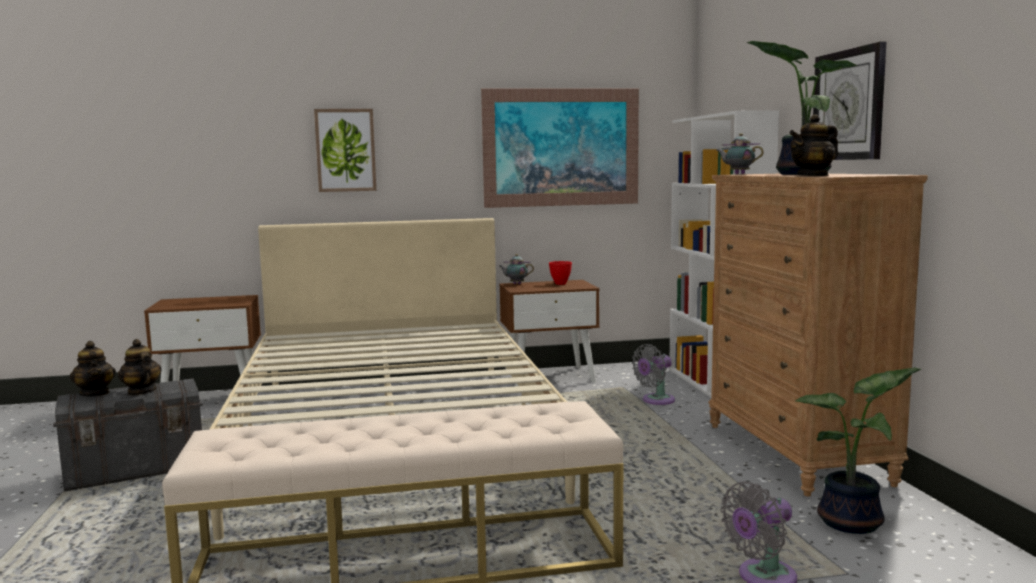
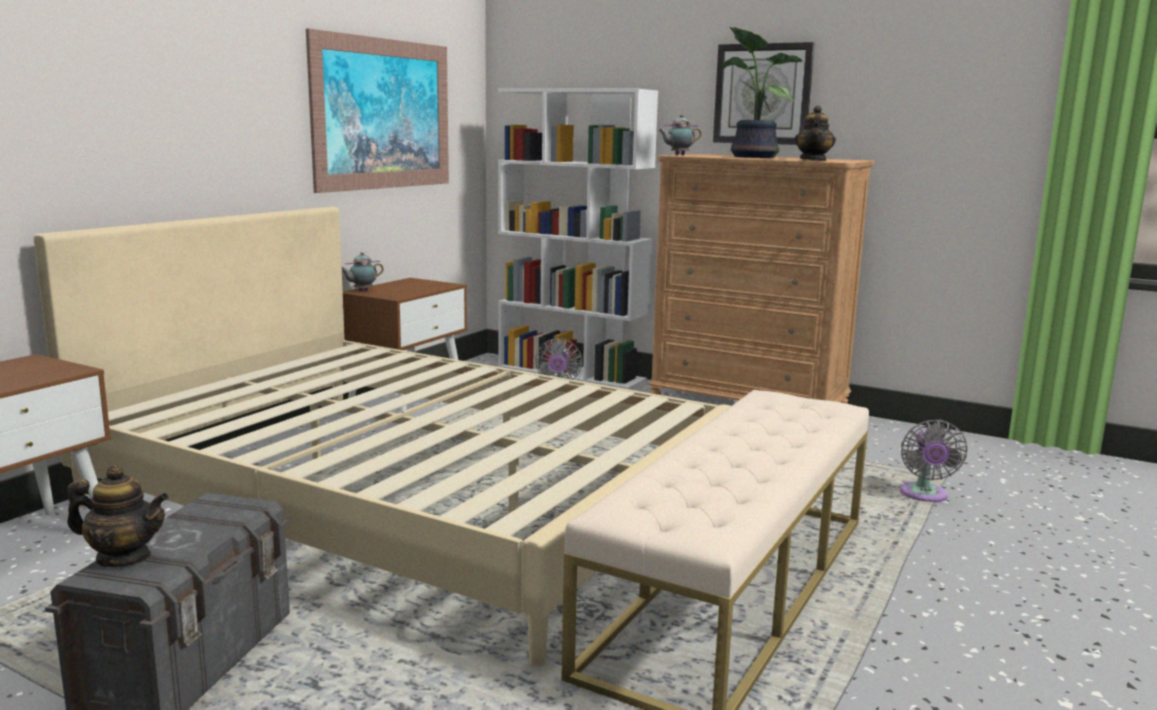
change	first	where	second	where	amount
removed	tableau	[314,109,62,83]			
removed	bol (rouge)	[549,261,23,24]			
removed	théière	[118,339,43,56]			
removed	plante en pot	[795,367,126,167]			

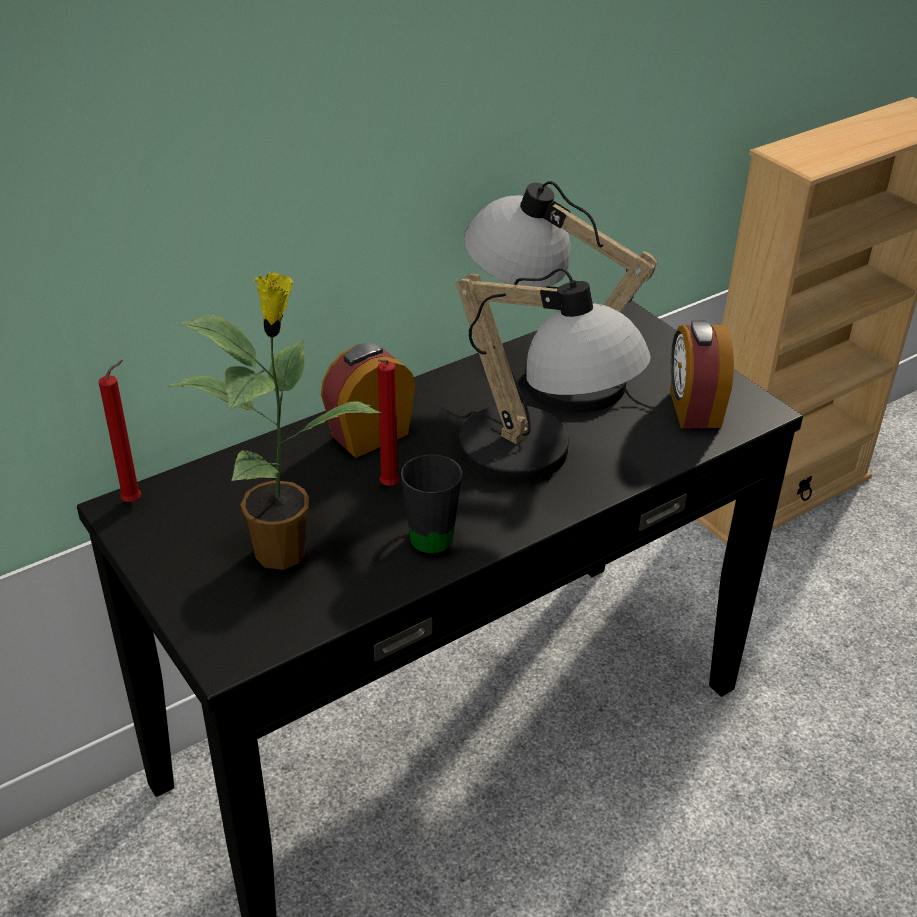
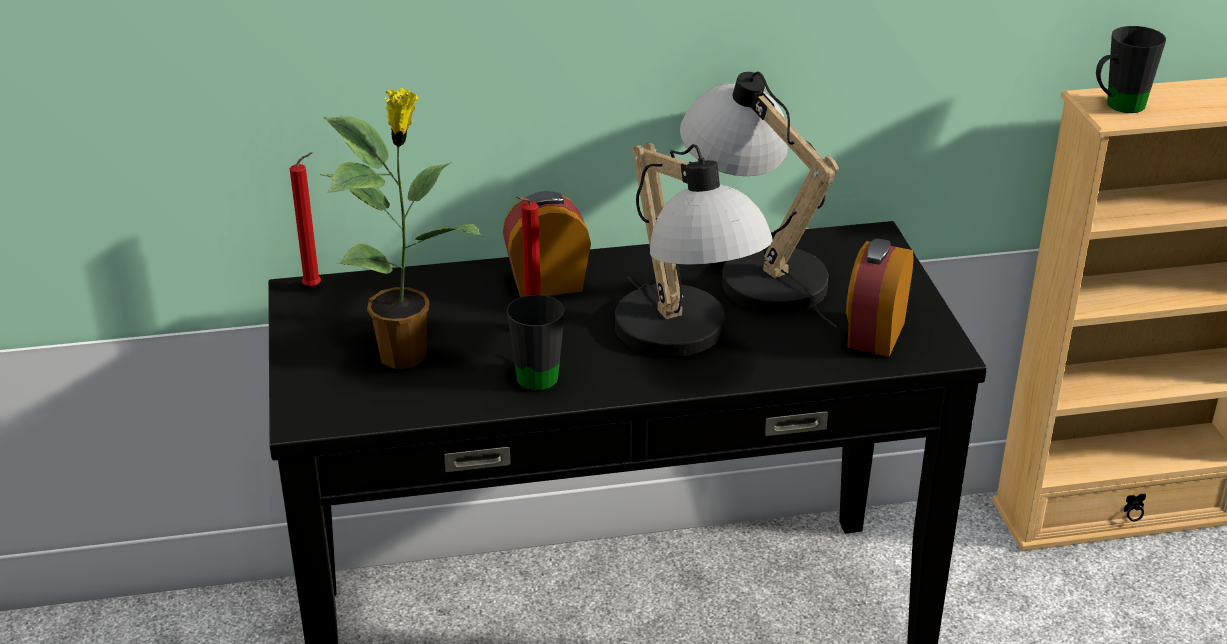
change	first	where	second	where	amount
added			mug (noir)	[1096,26,70,87]	

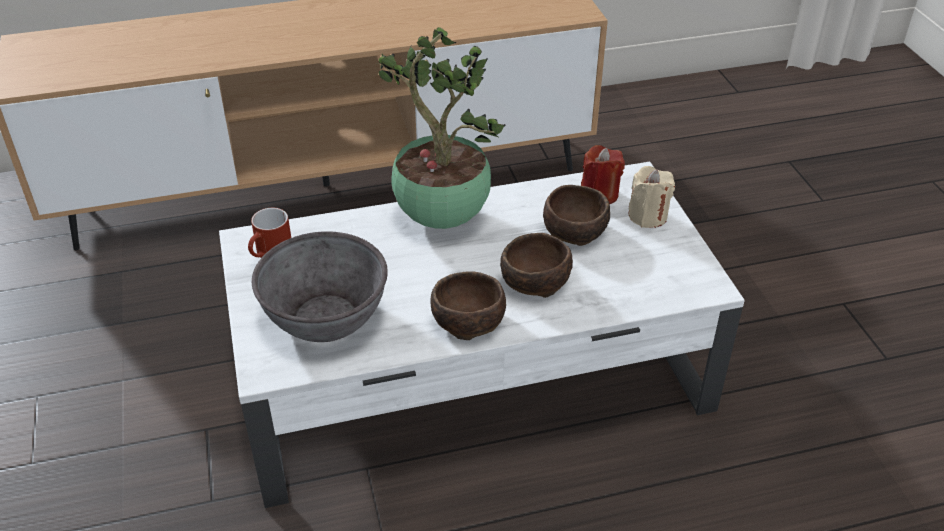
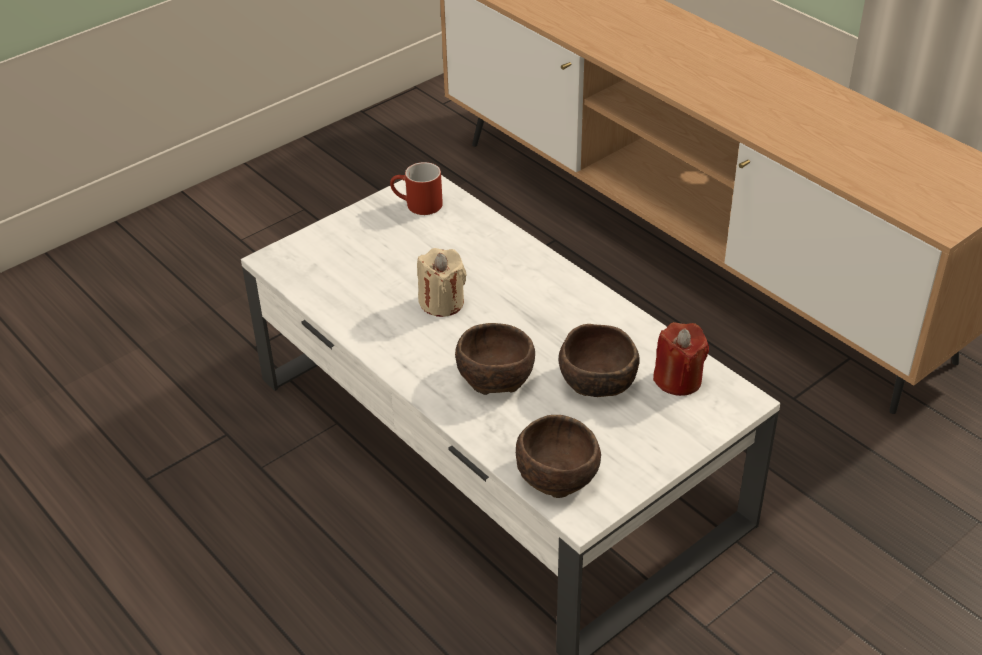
change	first	where	second	where	amount
removed	plante en pot	[377,27,128,202]			
moved	bougie (beige)	[628,166,47,62]		[417,248,50,69]	
removed	bol (gris)	[252,231,136,111]			
moved	bol (marron)	[431,271,75,69]		[516,415,85,83]	

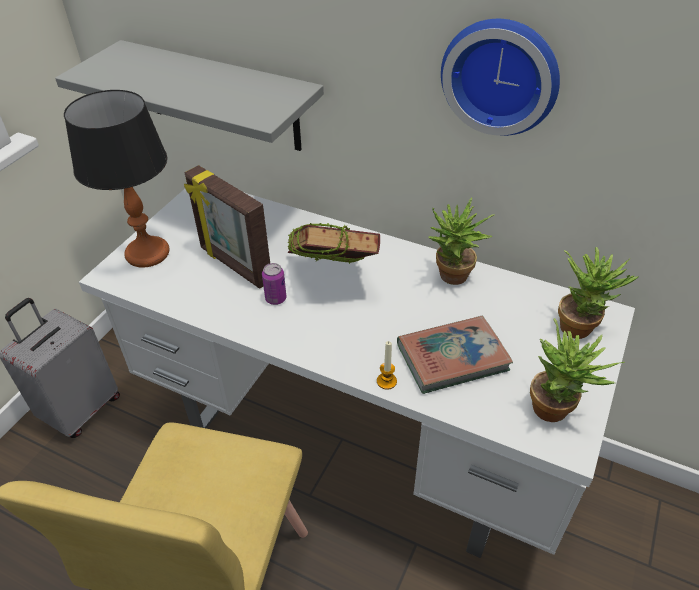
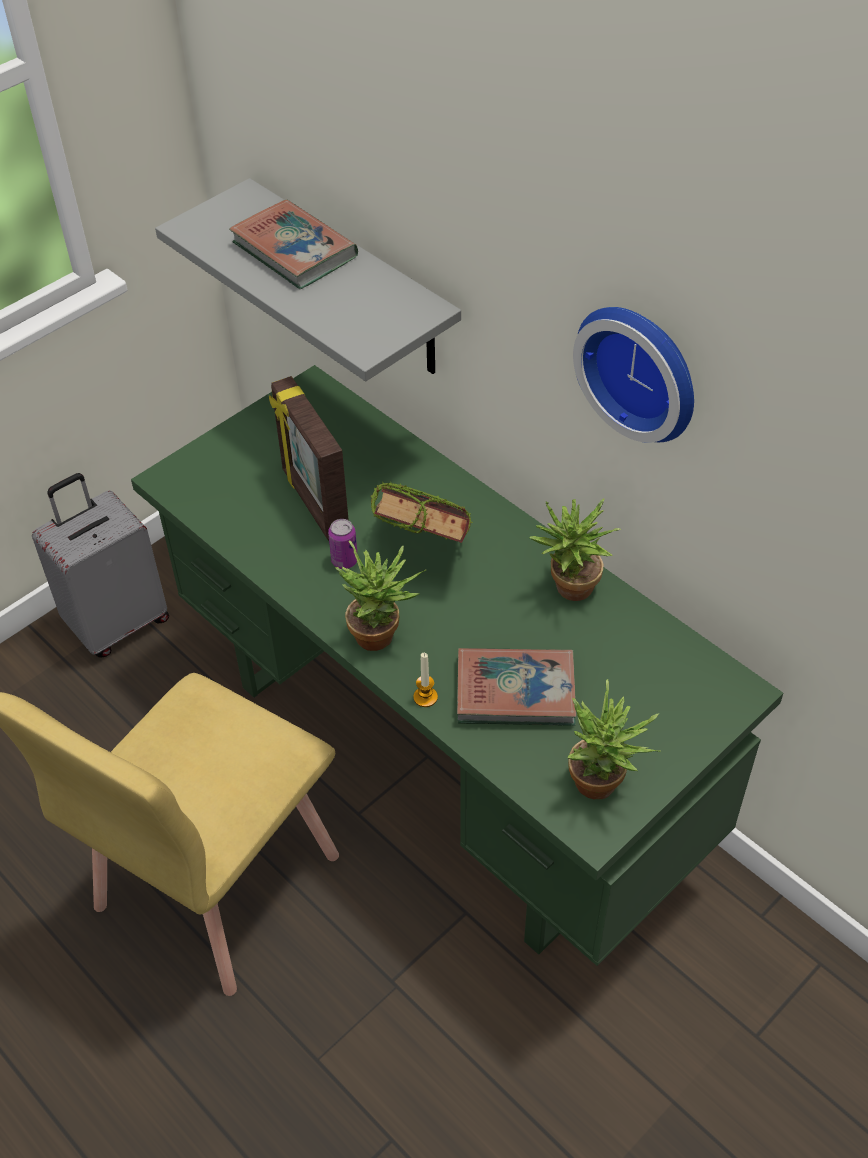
change	first	where	second	where	amount
removed	lampe de table	[64,90,106,178]			
recoloured	bureau (blanc)	[79,189,556,369]	bureau (vert)	[131,365,652,601]	
moved	plante en pot	[558,247,80,92]		[335,540,91,111]	
added			livre	[229,200,129,89]	

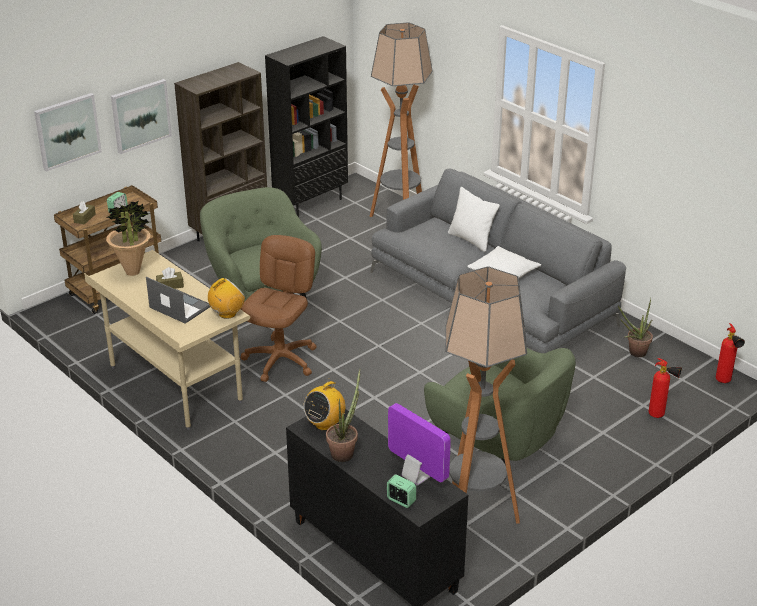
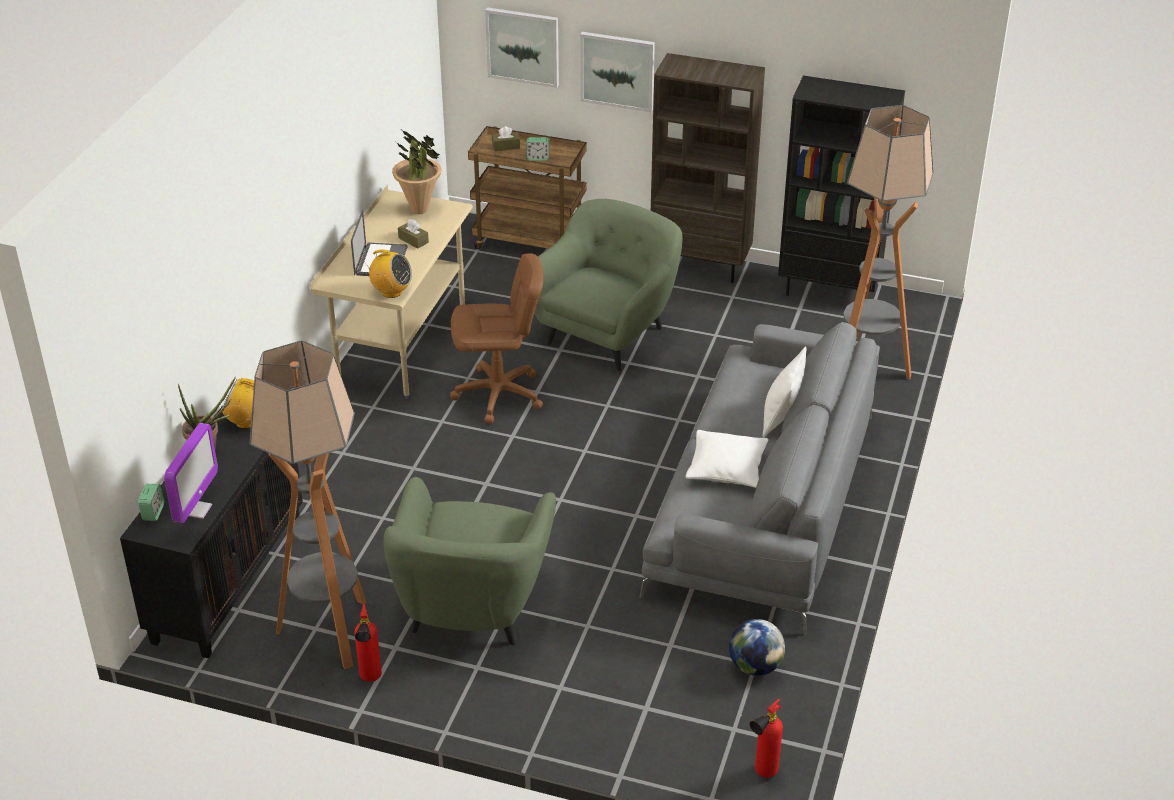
change	first	where	second	where	amount
replaced	plante en pot	[618,298,35,59]	globe	[729,619,56,57]	
moved	extincteur	[648,358,34,60]		[355,603,27,79]	

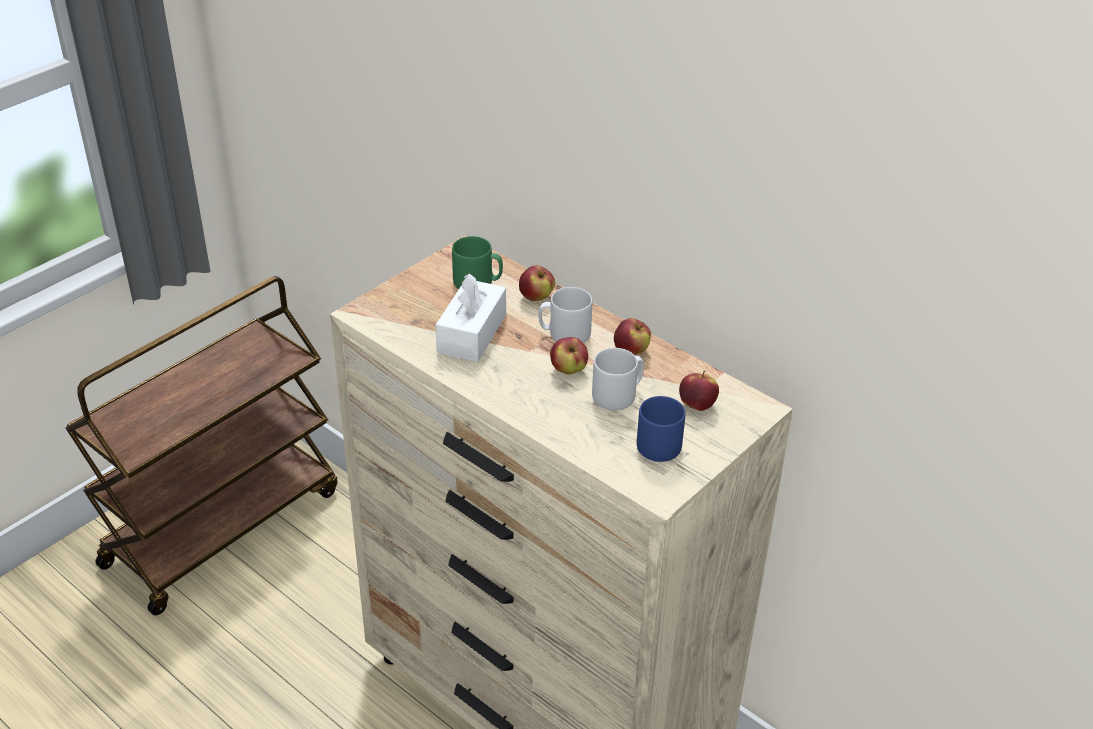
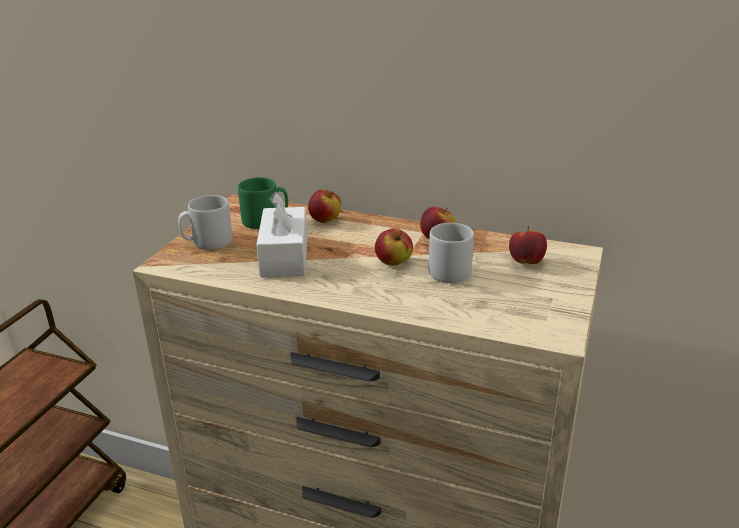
change	first	where	second	where	amount
moved	mug (gris)	[539,287,53,56]		[178,195,55,55]	
removed	mug (bleu)	[637,396,48,66]			

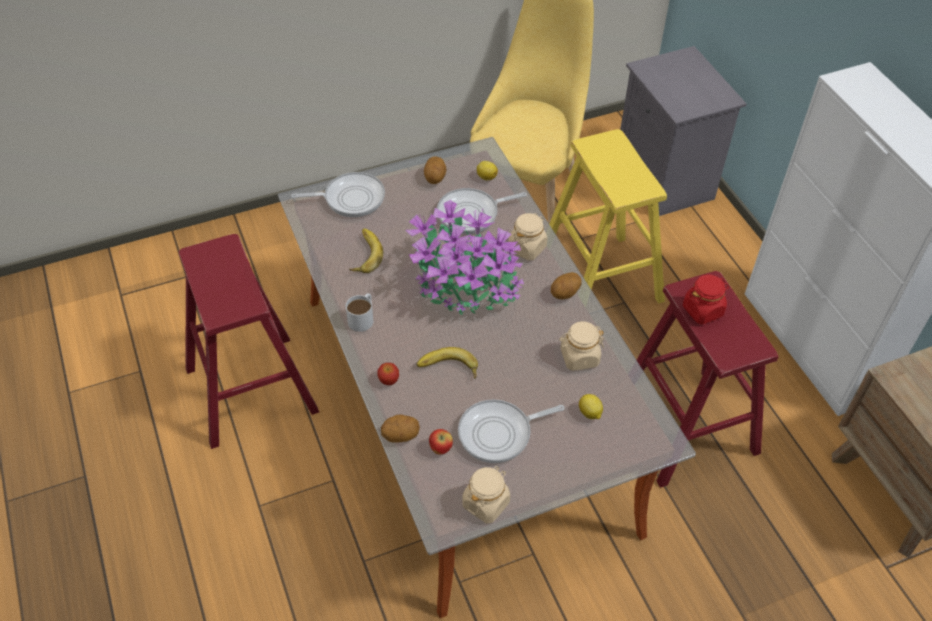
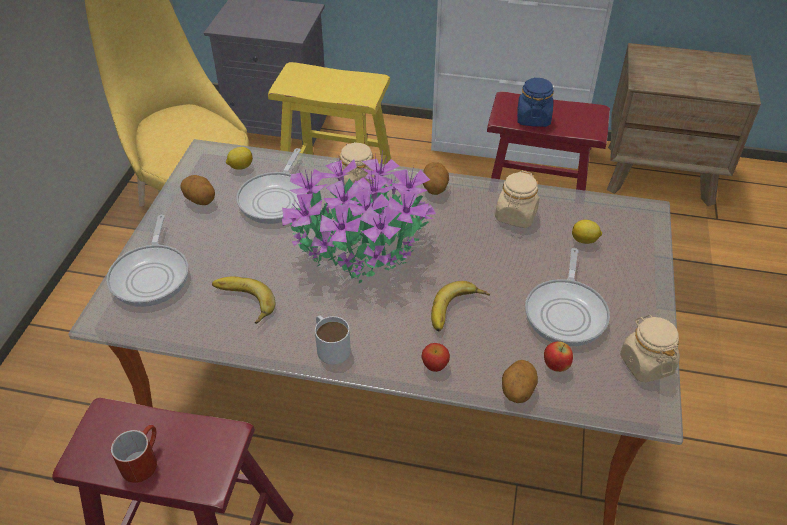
change	first	where	second	where	amount
turned	poêle	[291,172,94,45]		[106,215,83,92]	150 degrees clockwise
recoloured	bocal (rouge)	[683,275,46,50]	bocal (bleu)	[517,77,37,50]	
added			mug (rouge)	[111,425,46,58]	

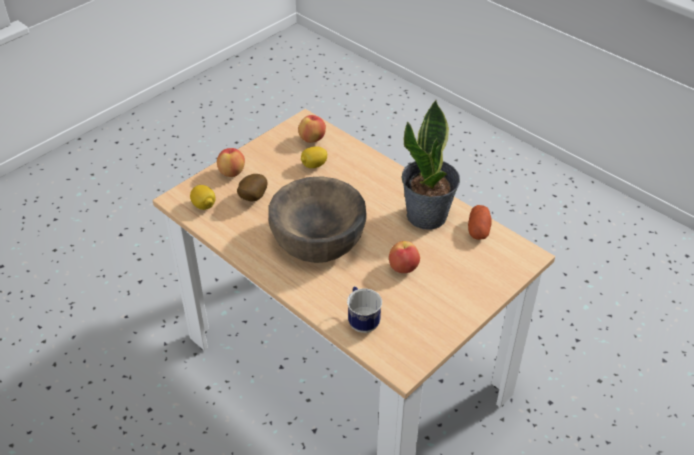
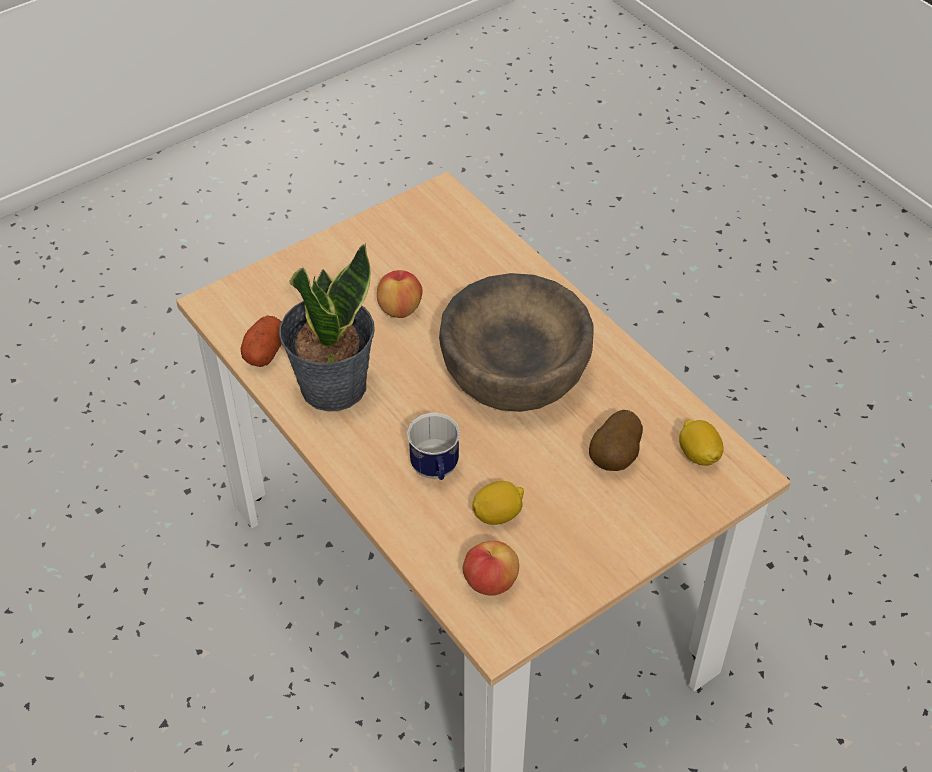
change	first	where	second	where	amount
removed	pomme	[217,148,28,29]			
moved	mug	[347,287,35,46]		[407,412,53,68]	

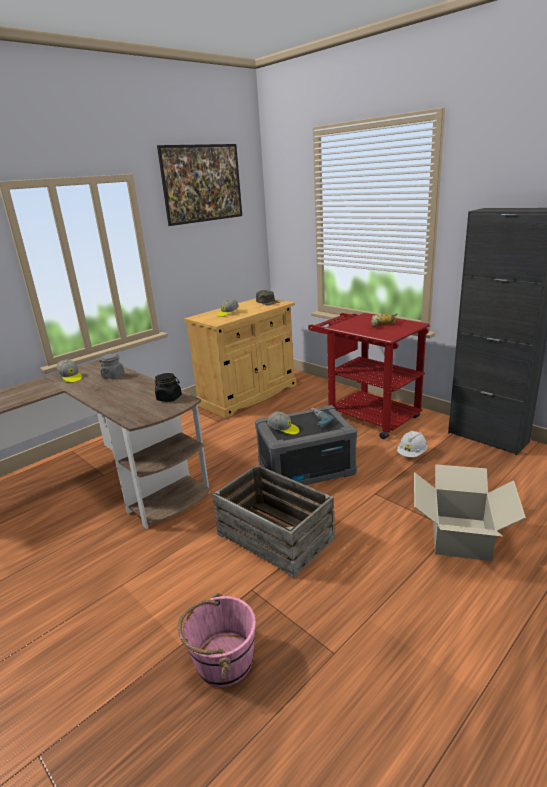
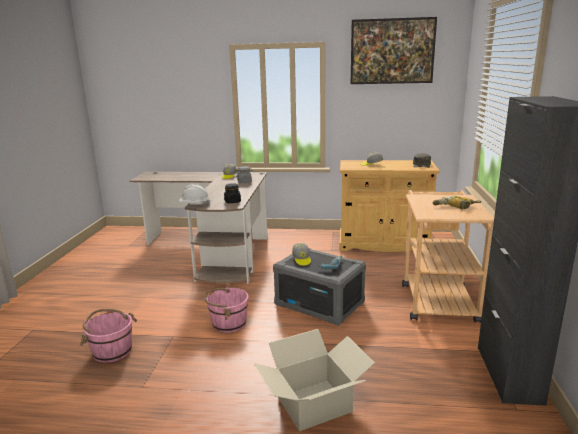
change	first	where	second	where	amount
recoloured	chariot (rouge)	[308,313,122,126]	chariot (beige)	[402,190,92,133]	
moved	casque de chantier (blanc)	[397,431,31,26]		[179,184,31,21]	
replaced	caisse	[212,465,123,113]	seau (rose)	[204,286,45,47]	

